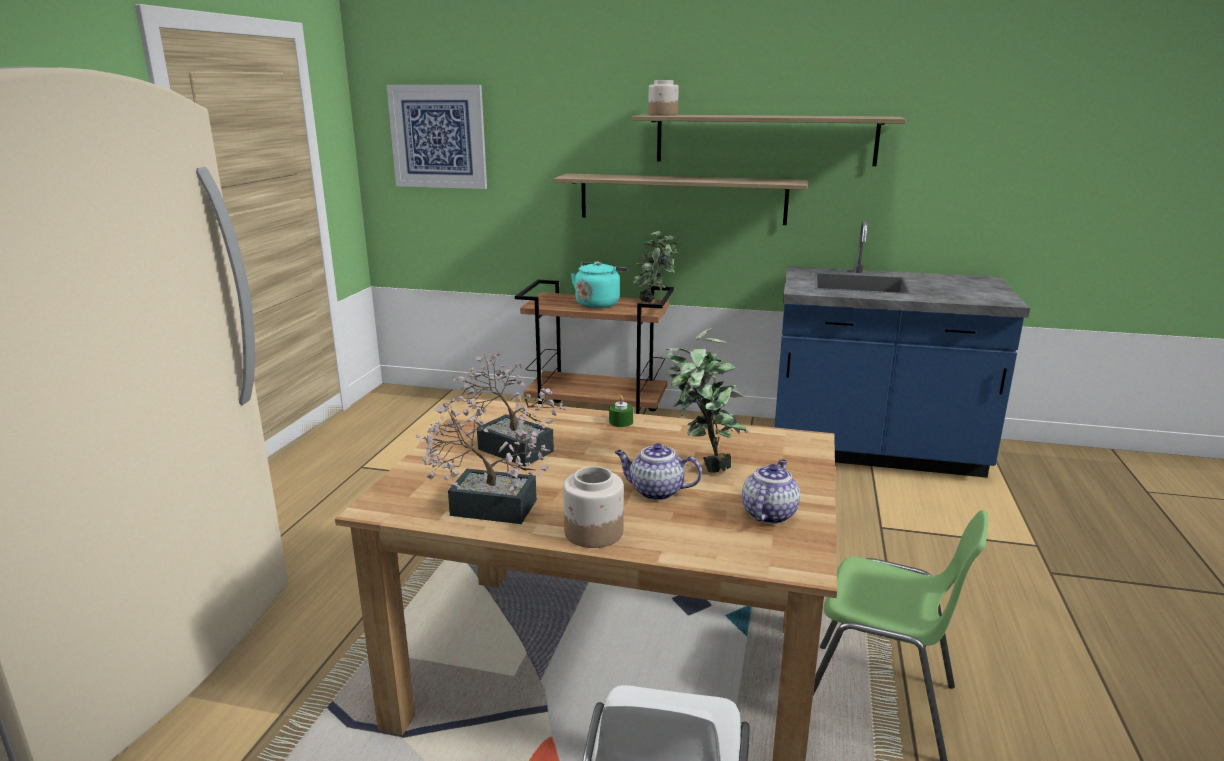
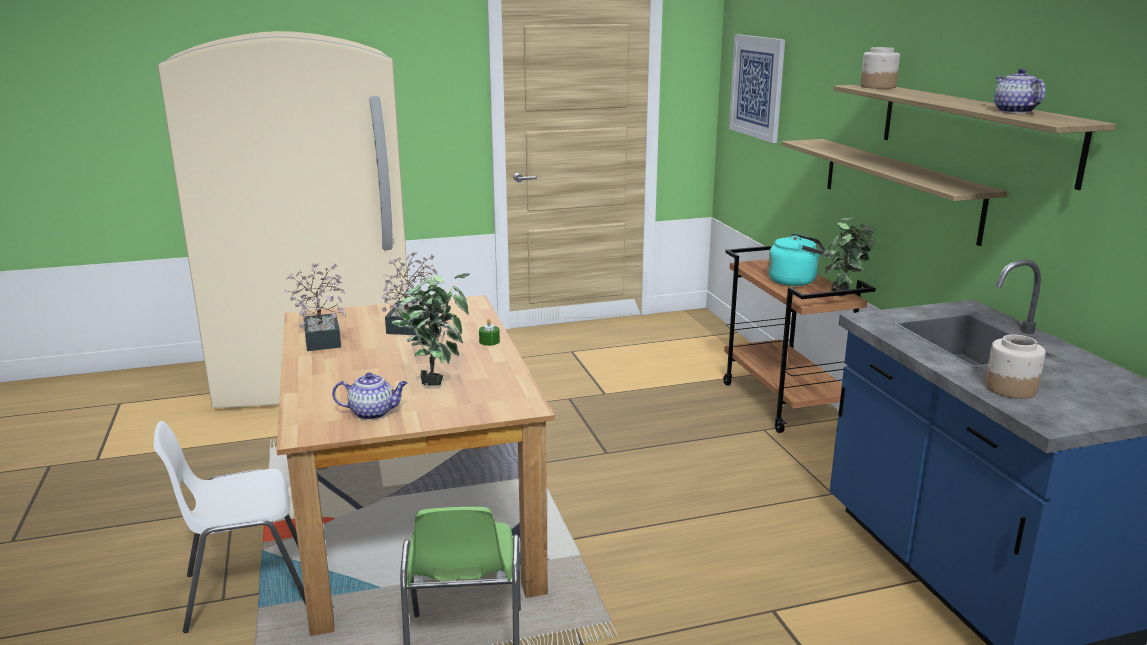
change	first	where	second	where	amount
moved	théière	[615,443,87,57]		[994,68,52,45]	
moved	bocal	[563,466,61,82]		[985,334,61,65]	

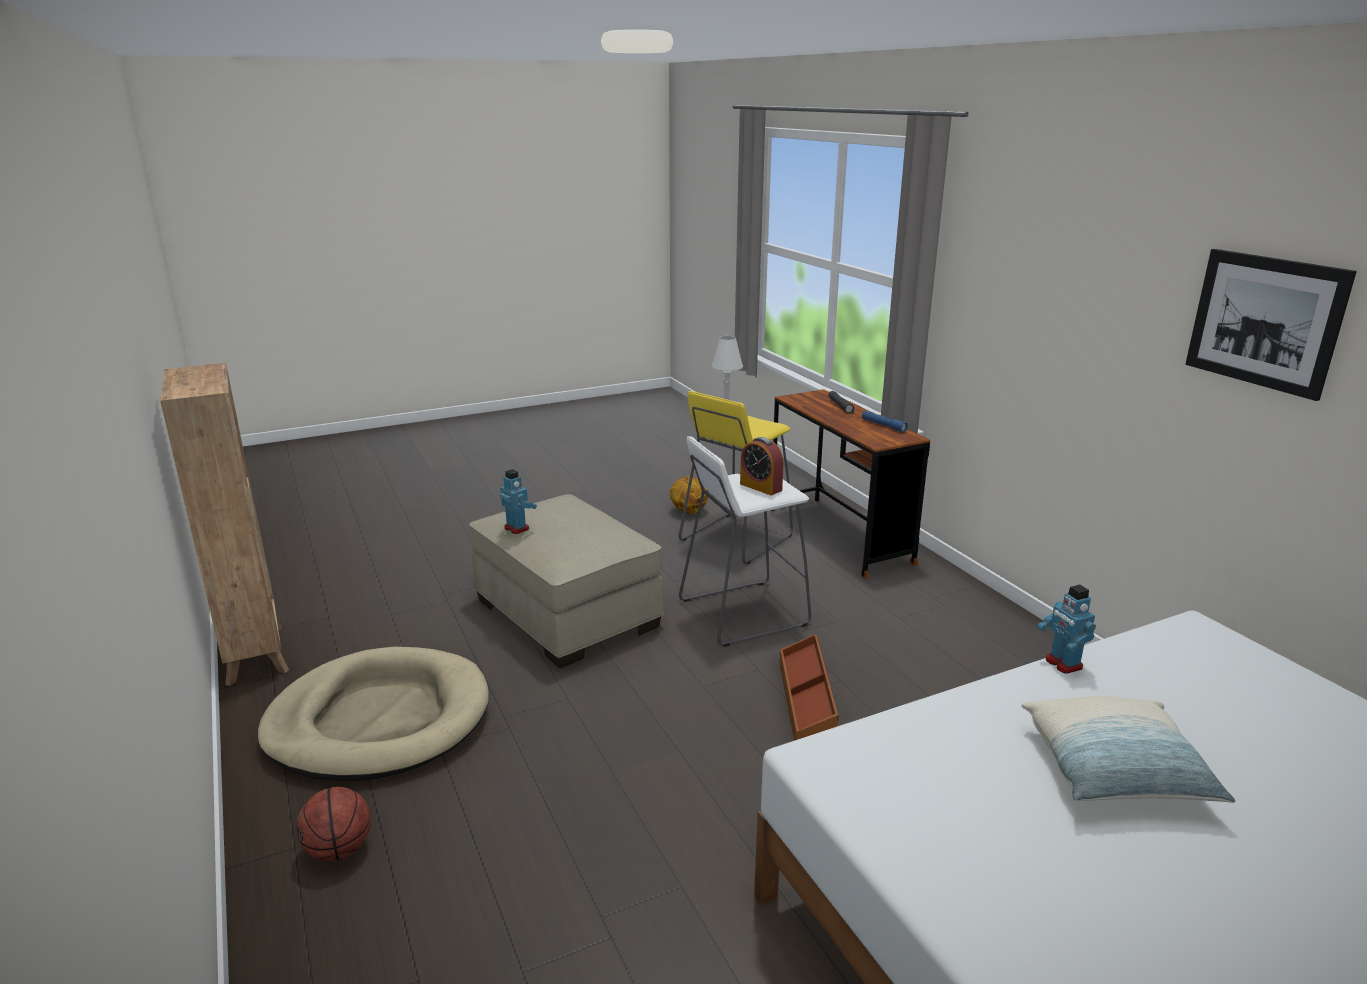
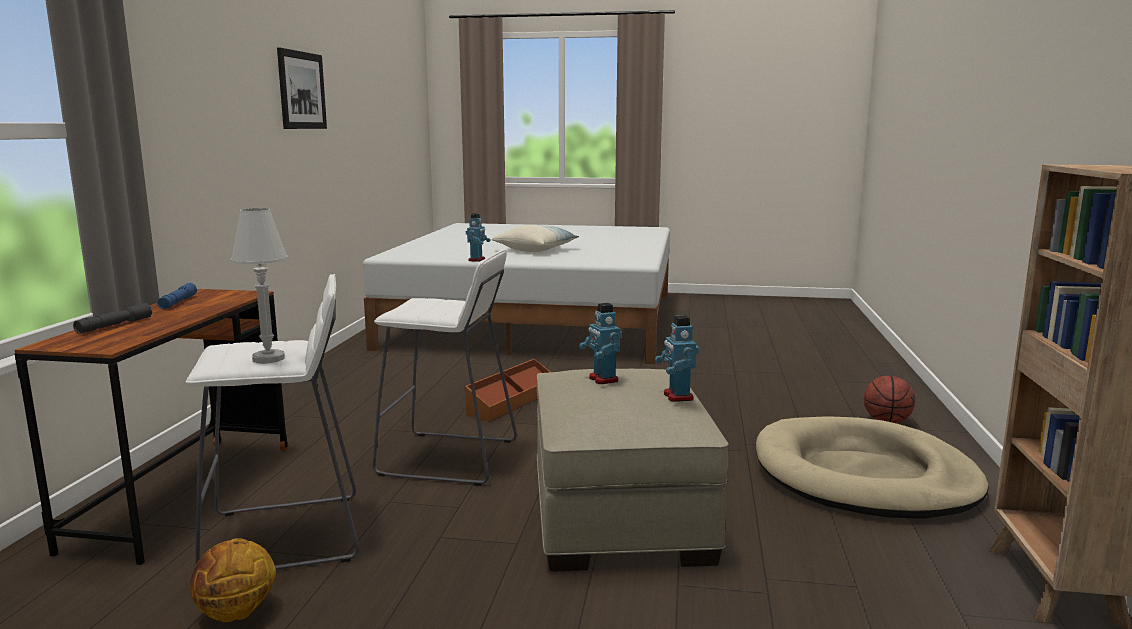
change	first	where	second	where	amount
recoloured	tabouret (jaune)	[679,391,114,173]	tabouret (blanc)	[186,274,173,296]	
removed	réveil	[740,437,44,58]			
added			robot jouet	[579,303,43,81]	

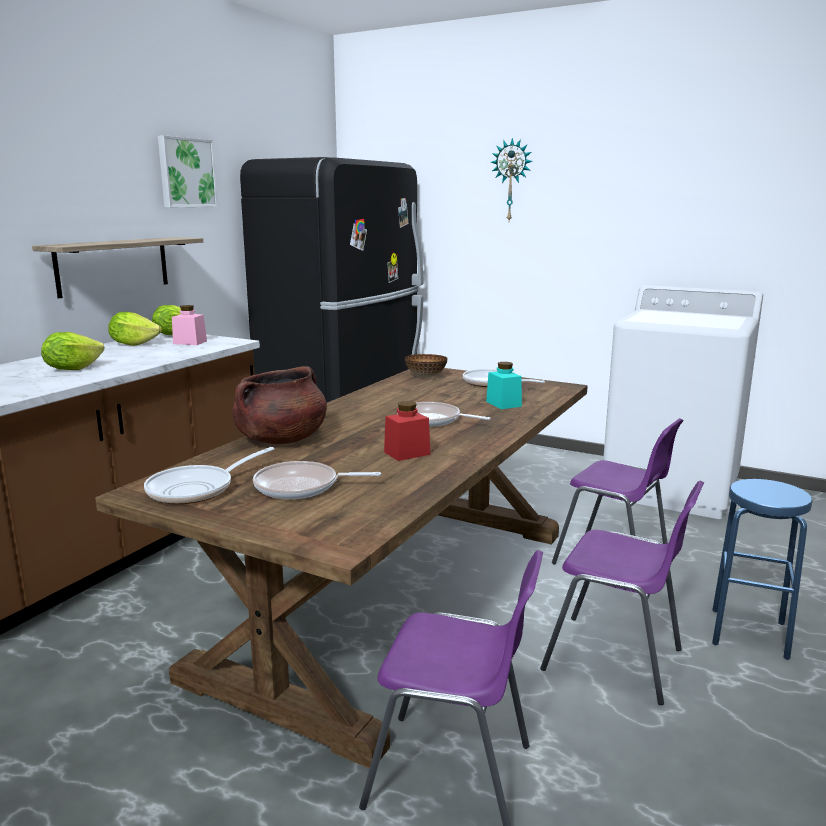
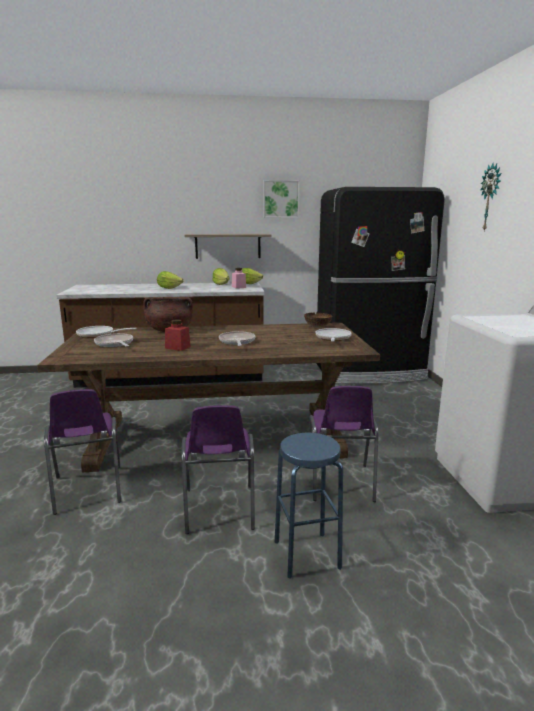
change	first	where	second	where	amount
removed	bocal (turquoise)	[486,362,36,47]			

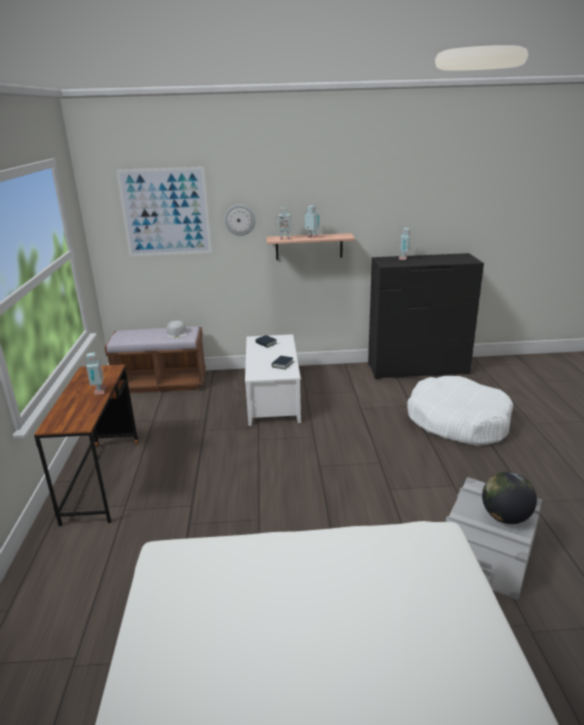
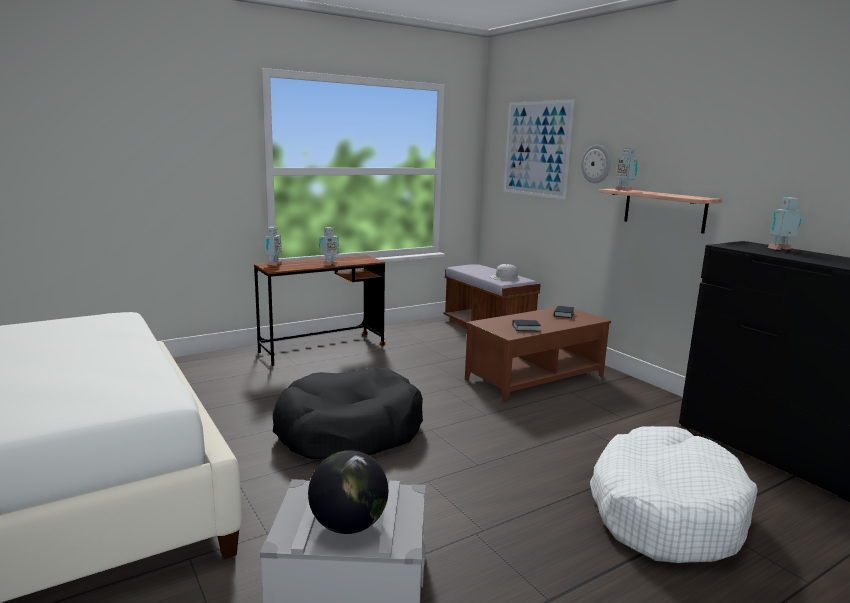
change	first	where	second	where	amount
moved	robot jouet	[305,205,14,33]		[265,227,17,39]	
recoloured	table basse (blanc)	[245,334,56,92]	table basse (marron)	[465,306,146,96]	
added			panier pour chien (noir)	[273,367,150,92]	

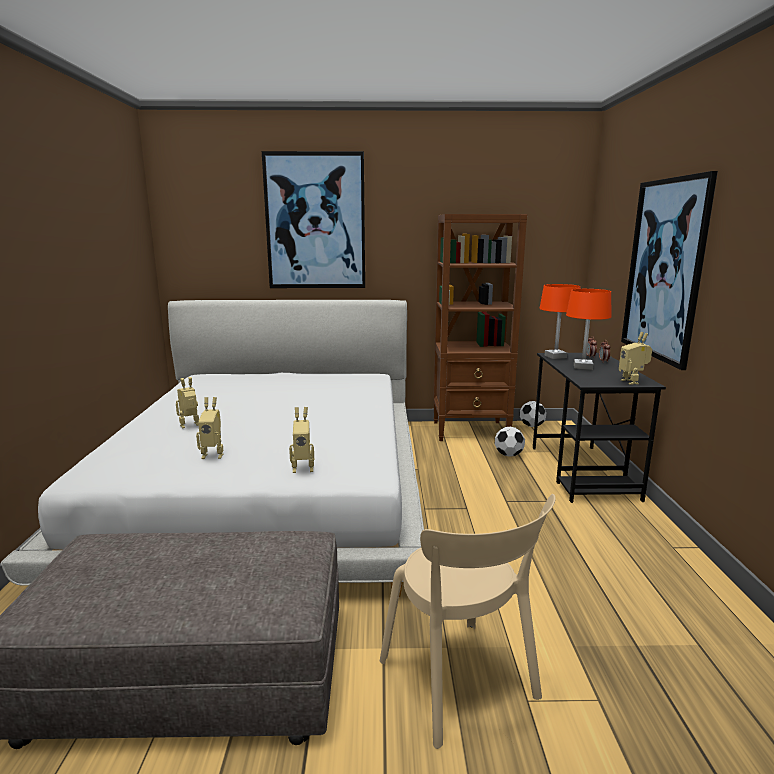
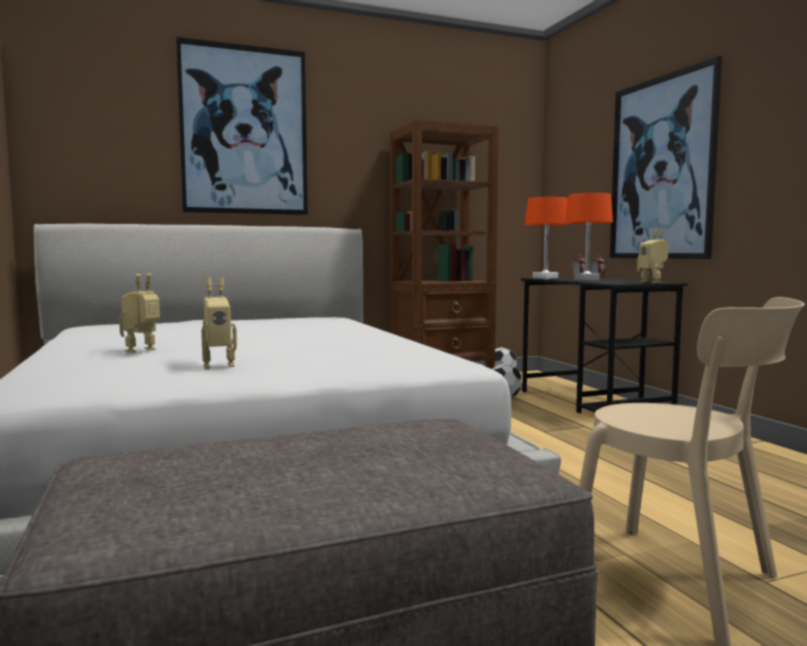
change	first	where	second	where	amount
removed	robot jouet	[289,407,25,66]			

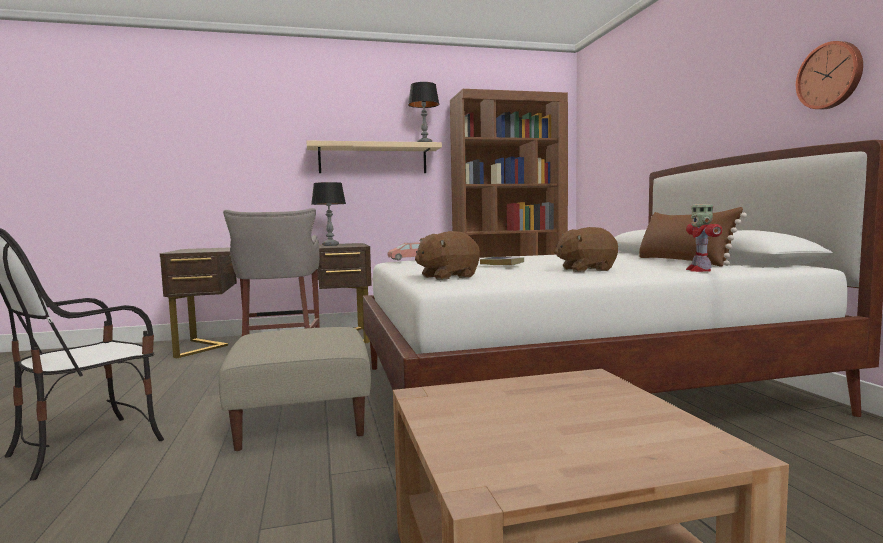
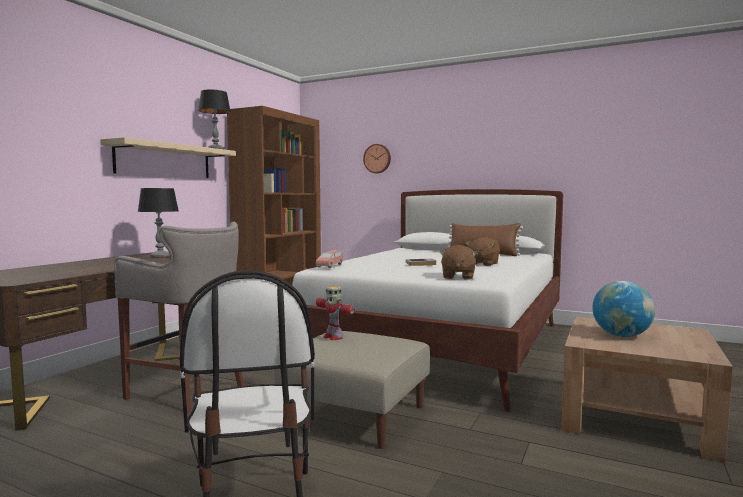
change	first	where	second	where	amount
moved	horloge murale	[796,41,67,68]		[363,144,28,29]	
moved	robot jouet	[686,204,36,68]		[316,286,39,54]	
added			globe	[592,281,63,56]	

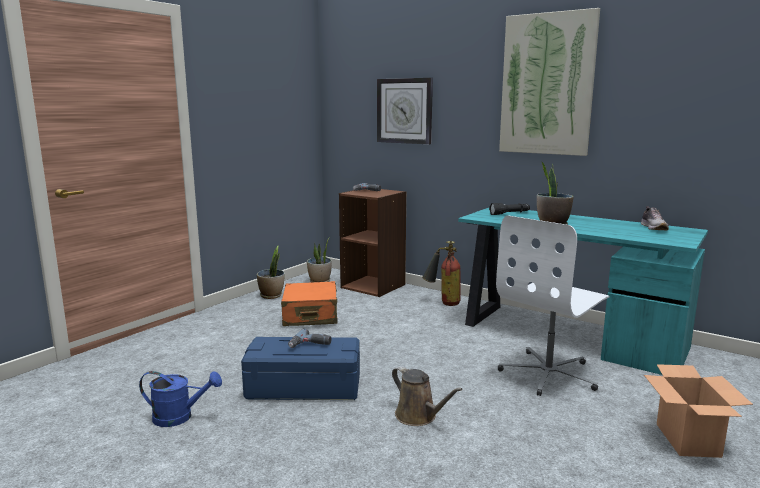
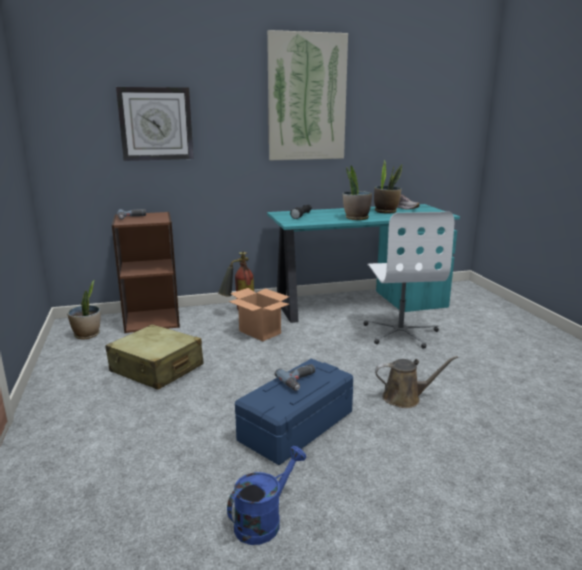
change	first	where	second	where	amount
moved	plante en pot	[257,245,28,54]		[374,160,28,54]	
recoloured	valise (orange)	[281,281,57,45]	valise (beige)	[105,324,99,66]	
moved	carton	[644,364,109,94]		[229,288,60,53]	

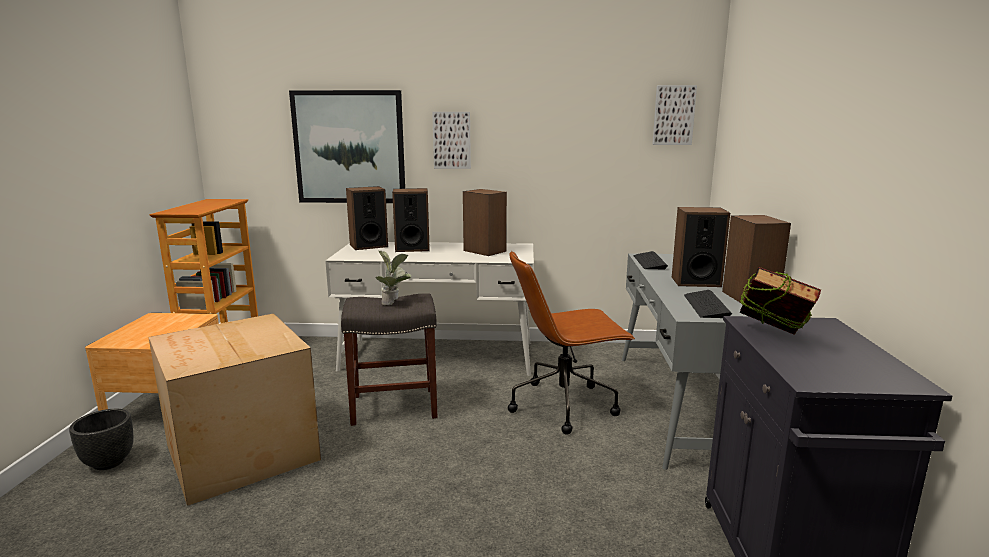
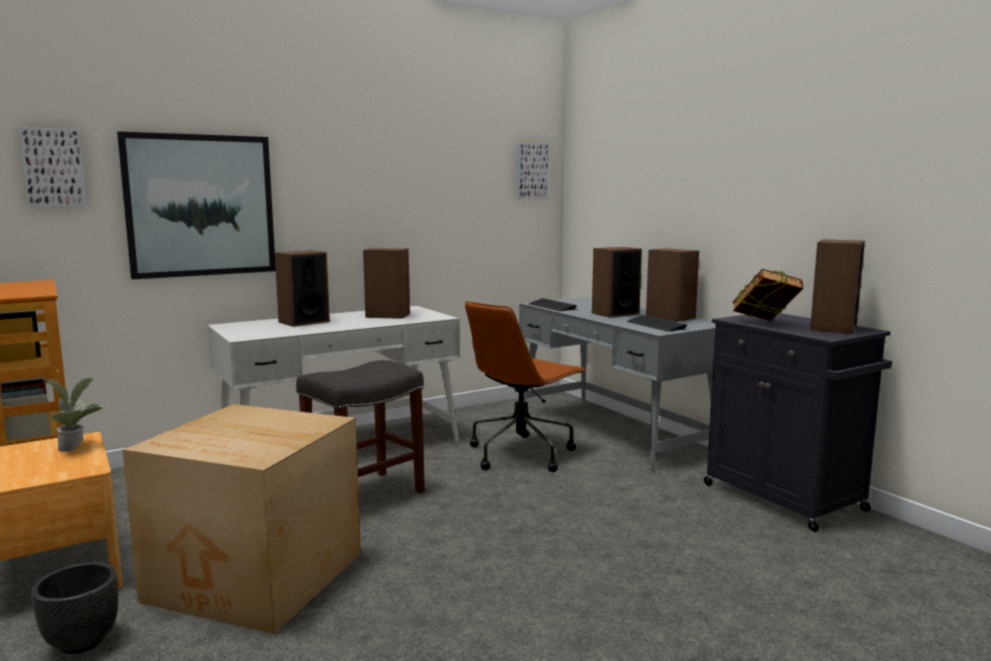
change	first	where	second	where	amount
moved	tableau	[432,112,39,57]		[19,127,68,80]	
moved	enceinte	[346,186,42,64]		[810,239,55,95]	
moved	plante en pot	[375,250,36,55]		[46,378,57,74]	

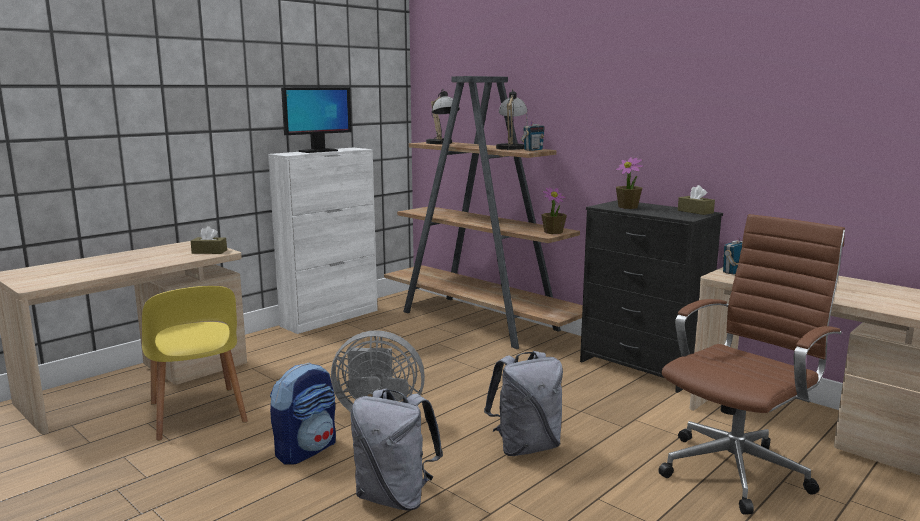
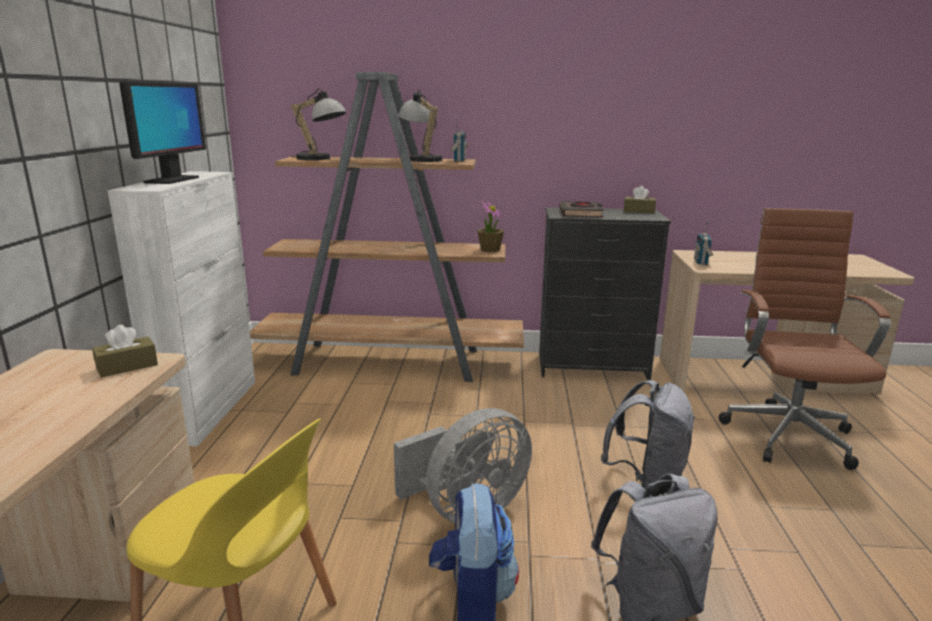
change	first	where	second	where	amount
replaced	plante en pot	[616,157,27,52]	livre (noir)	[560,201,44,16]	

